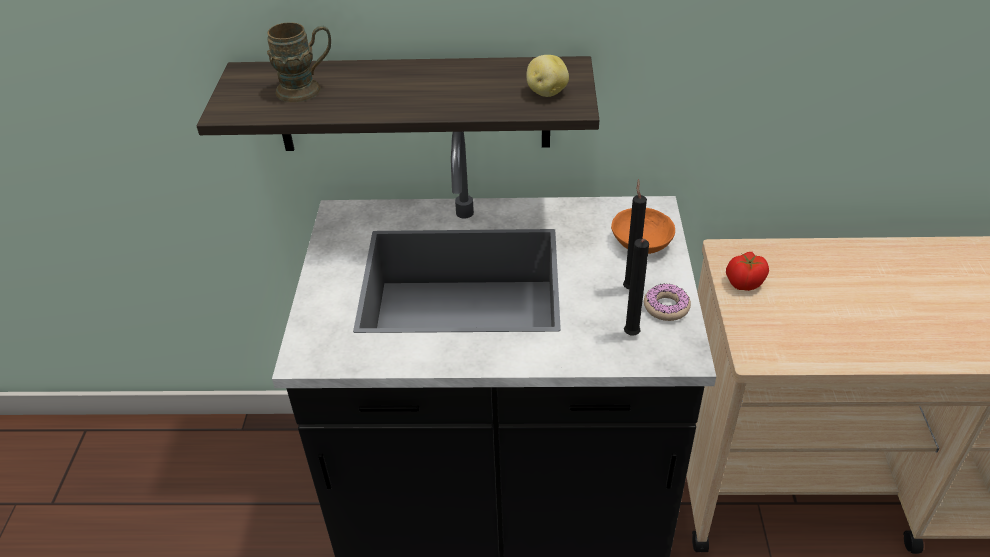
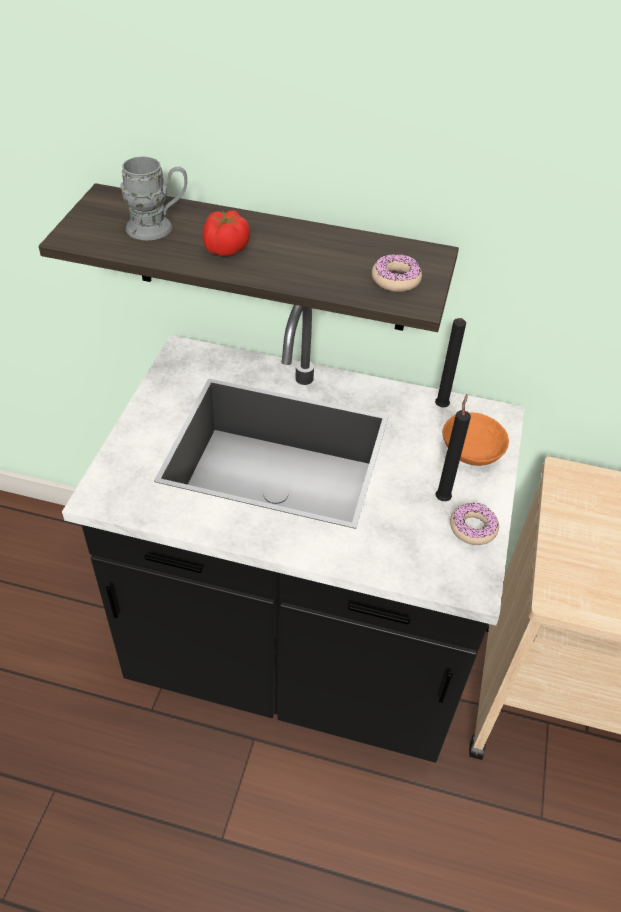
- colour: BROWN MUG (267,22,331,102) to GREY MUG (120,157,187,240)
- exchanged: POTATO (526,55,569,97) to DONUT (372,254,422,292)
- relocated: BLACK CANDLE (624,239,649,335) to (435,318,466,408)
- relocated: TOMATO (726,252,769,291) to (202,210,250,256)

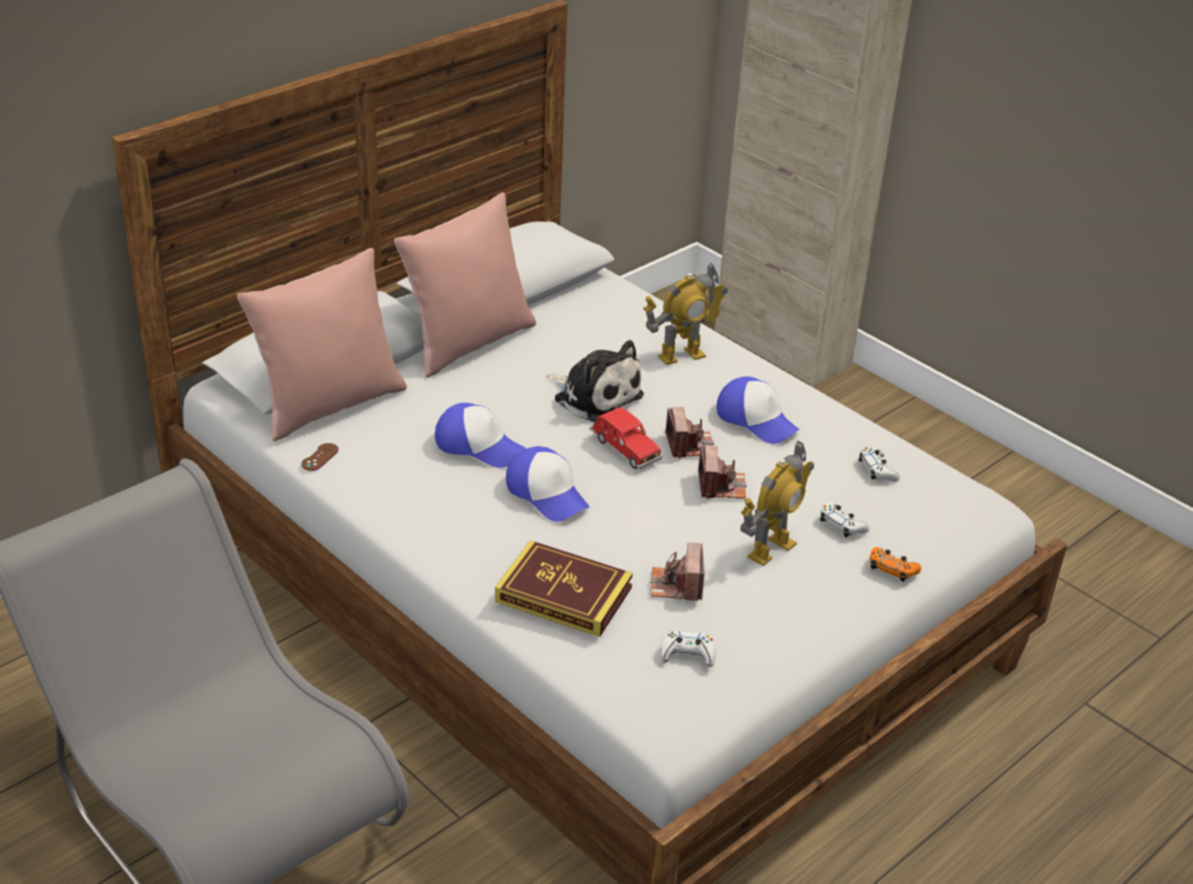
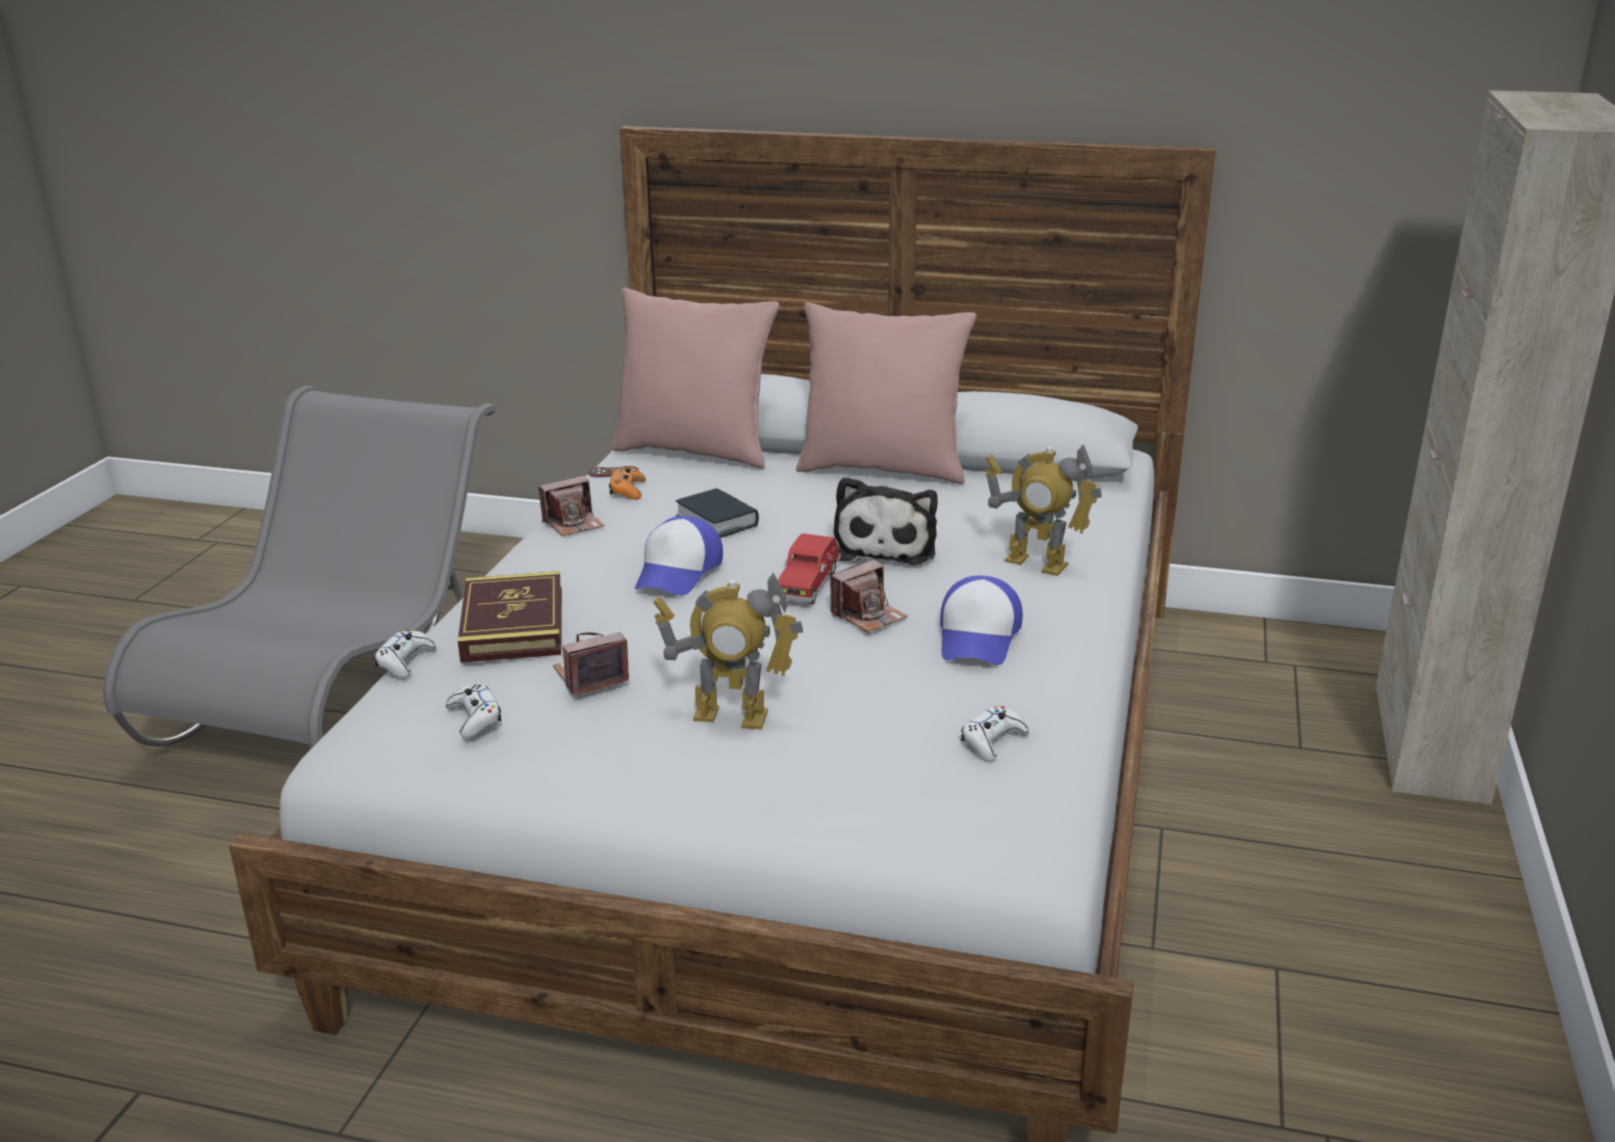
- exchanged: CAP (435,403,526,468) to BOOK (676,488,759,538)
- relocated: PHOTO CAMERA (698,445,747,499) to (538,475,604,536)
- relocated: WHITE GAME CONTROLLER (820,502,869,537) to (374,629,436,678)
- relocated: ORANGE GAME CONTROLLER (870,547,921,582) to (609,467,646,500)

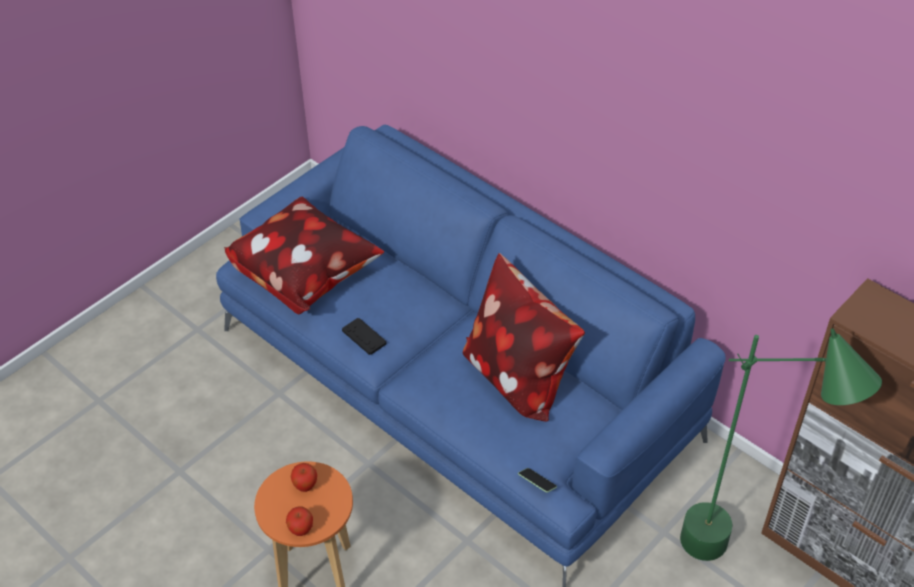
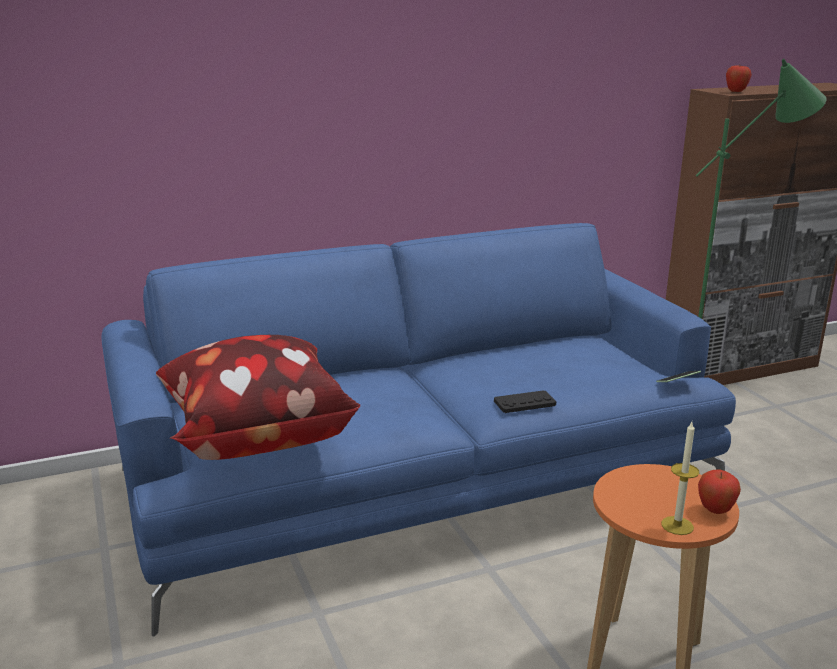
- relocated: APPLE (291,463,317,492) to (726,66,752,92)
- relocated: BLACK GAME CONTROLLER (342,318,386,355) to (494,390,556,413)
- missing: PILLOW (463,253,585,422)
- appeared: CANDLE (661,422,699,535)

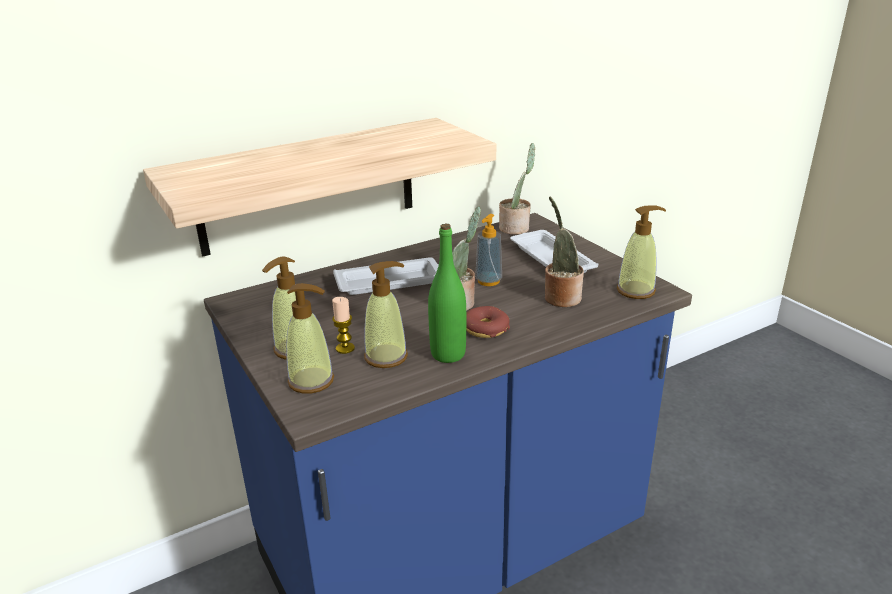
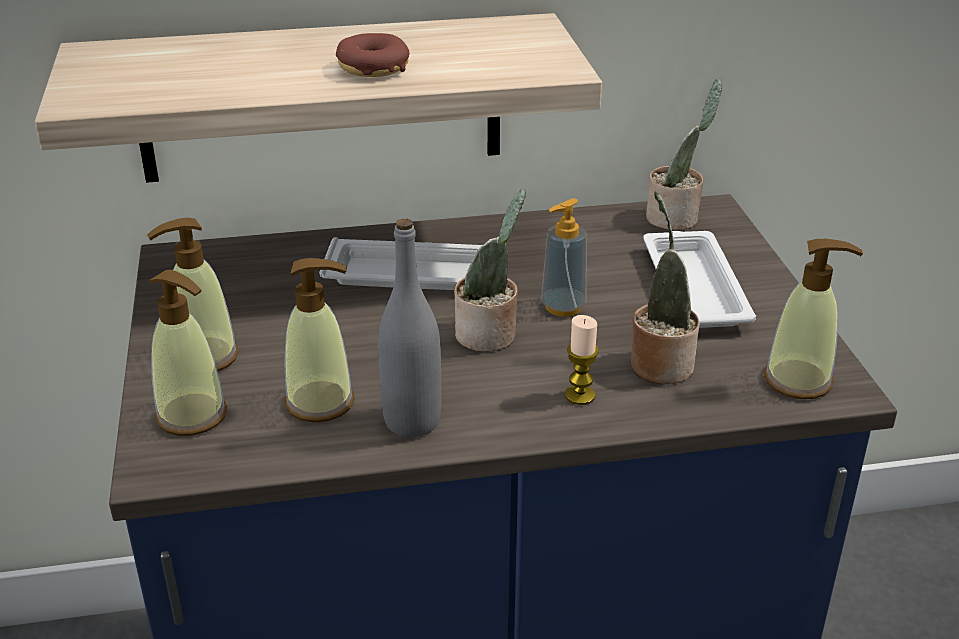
- relocated: CANDLE (332,297,355,354) to (565,315,599,405)
- colour: GREEN BOTTLE (428,223,466,363) to GREY BOTTLE (378,219,441,437)
- relocated: DONUT (466,306,510,338) to (336,33,410,77)

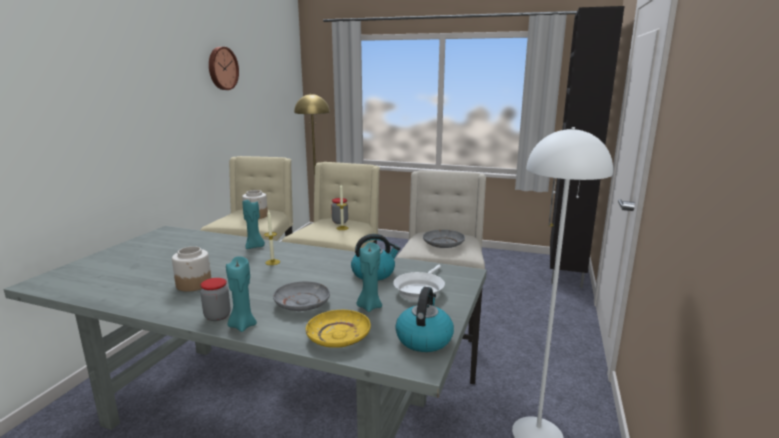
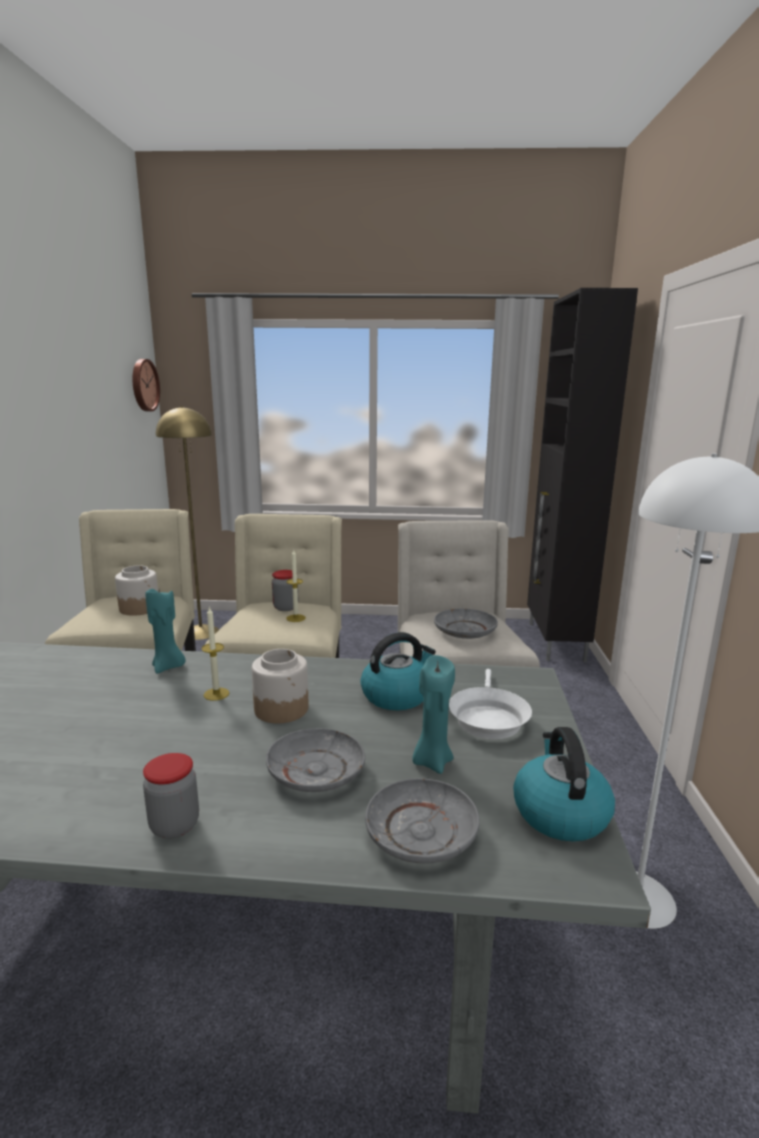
- relocated: JAR (172,246,211,291) to (252,649,309,723)
- relocated: WALL CLOCK (209,47,239,90) to (133,359,160,411)
- missing: TURQUOISE CANDLE (226,256,257,332)
- colour: YELLOW PLATE (306,310,371,348) to GREY PLATE (365,778,480,864)

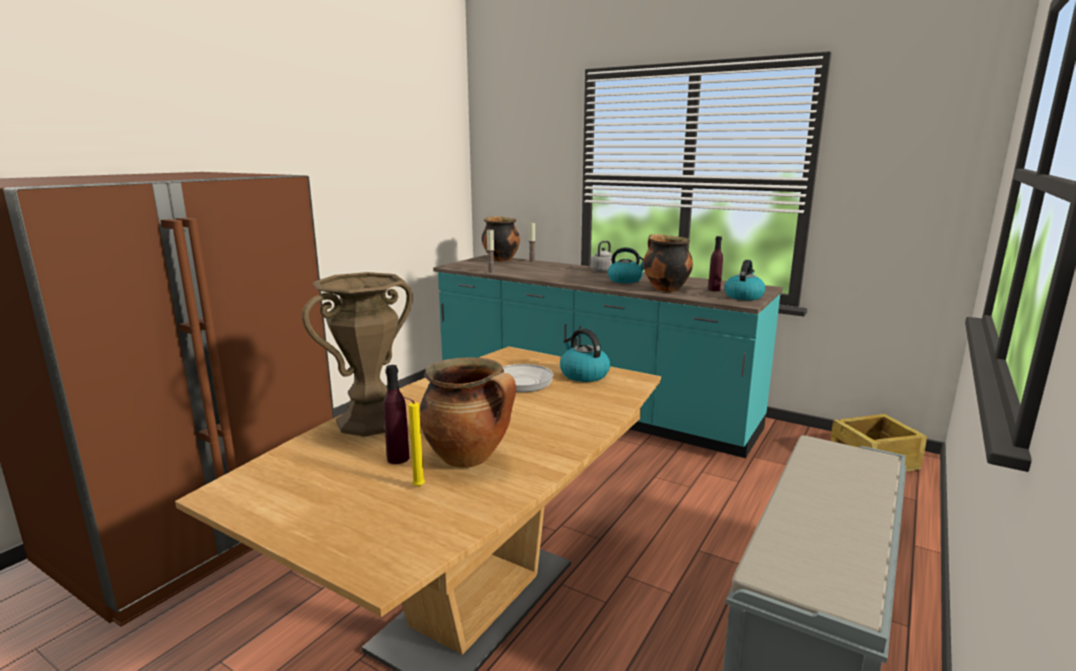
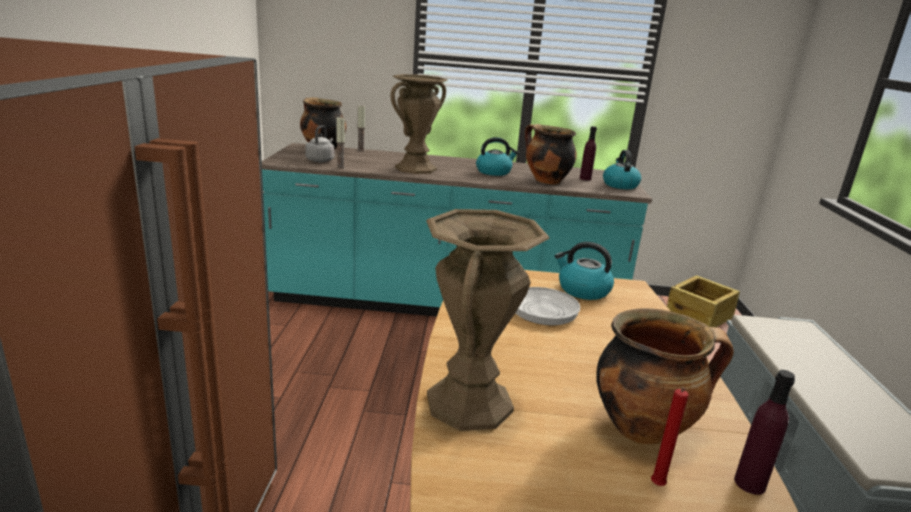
- relocated: PURPLE BOTTLE (383,365,409,464) to (734,370,795,495)
- colour: YELLOW CANDLE (403,397,425,487) to RED CANDLE (651,387,688,486)
- relocated: GREY KETTLE (590,241,612,273) to (305,125,334,162)
- appeared: BROWN VASE (390,74,448,174)

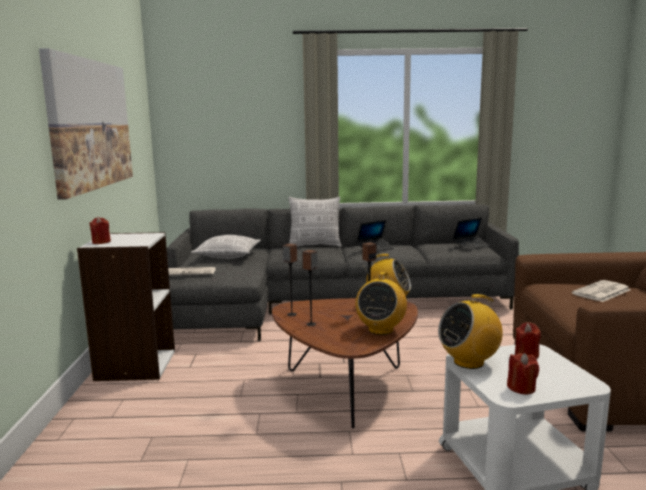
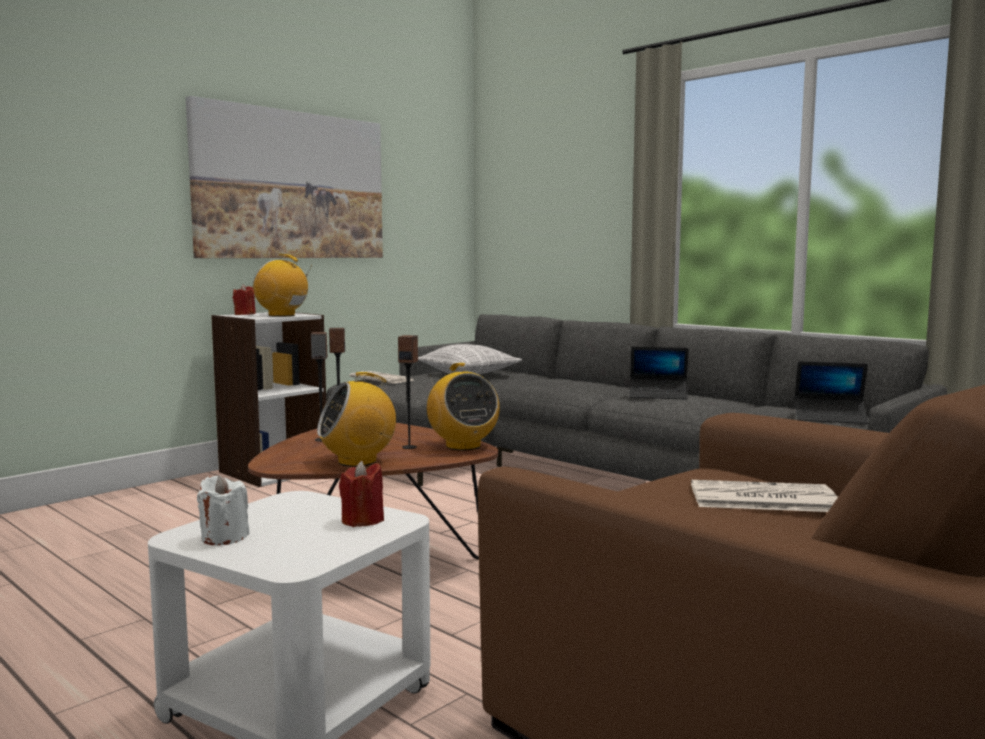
- missing: PILLOW (288,197,342,247)
- relocated: RADIO (438,294,503,369) to (253,254,313,317)
- colour: RED CANDLE (507,353,539,394) to WHITE CANDLE (197,475,249,545)

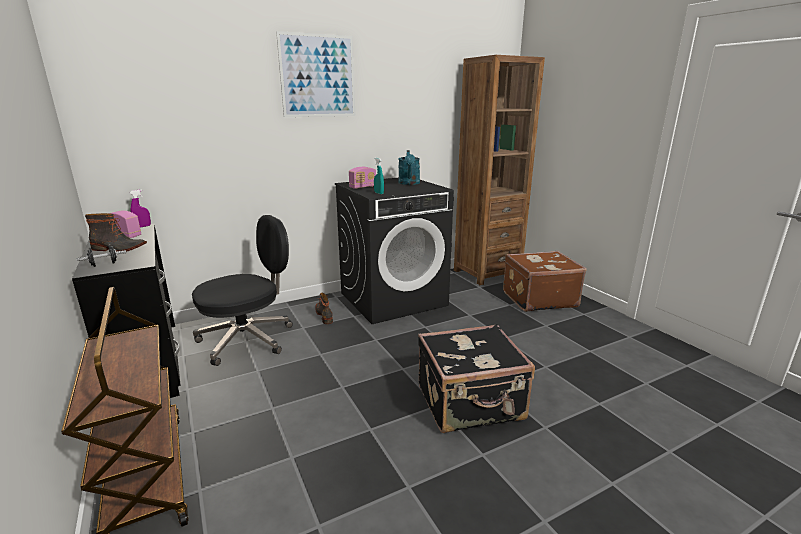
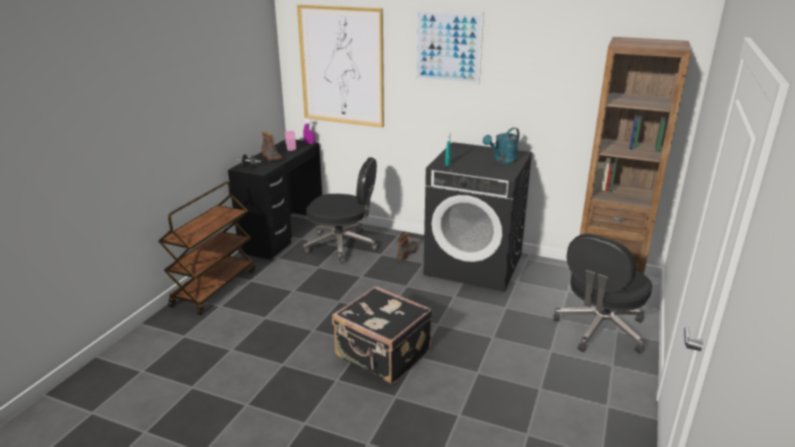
- missing: RADIO (349,167,376,189)
- exchanged: BROWN SUITCASE (503,251,587,312) to BLACK OFFICE CHAIR (553,234,652,354)
- appeared: PICTURE (297,5,384,128)

